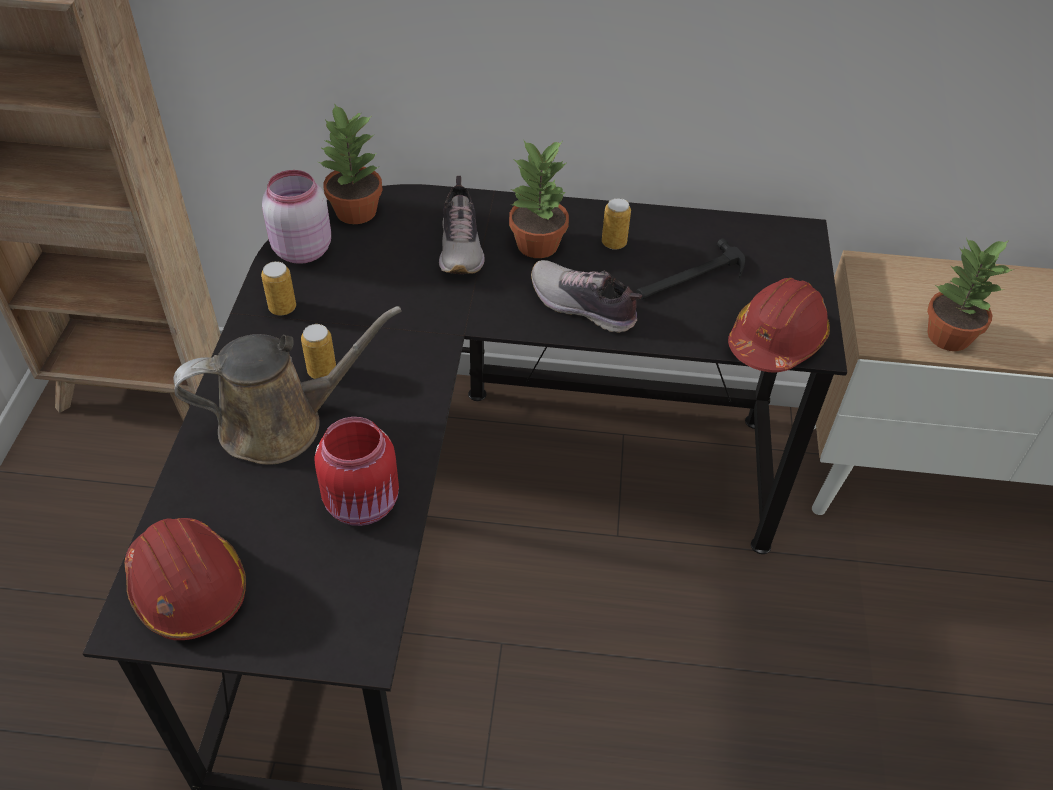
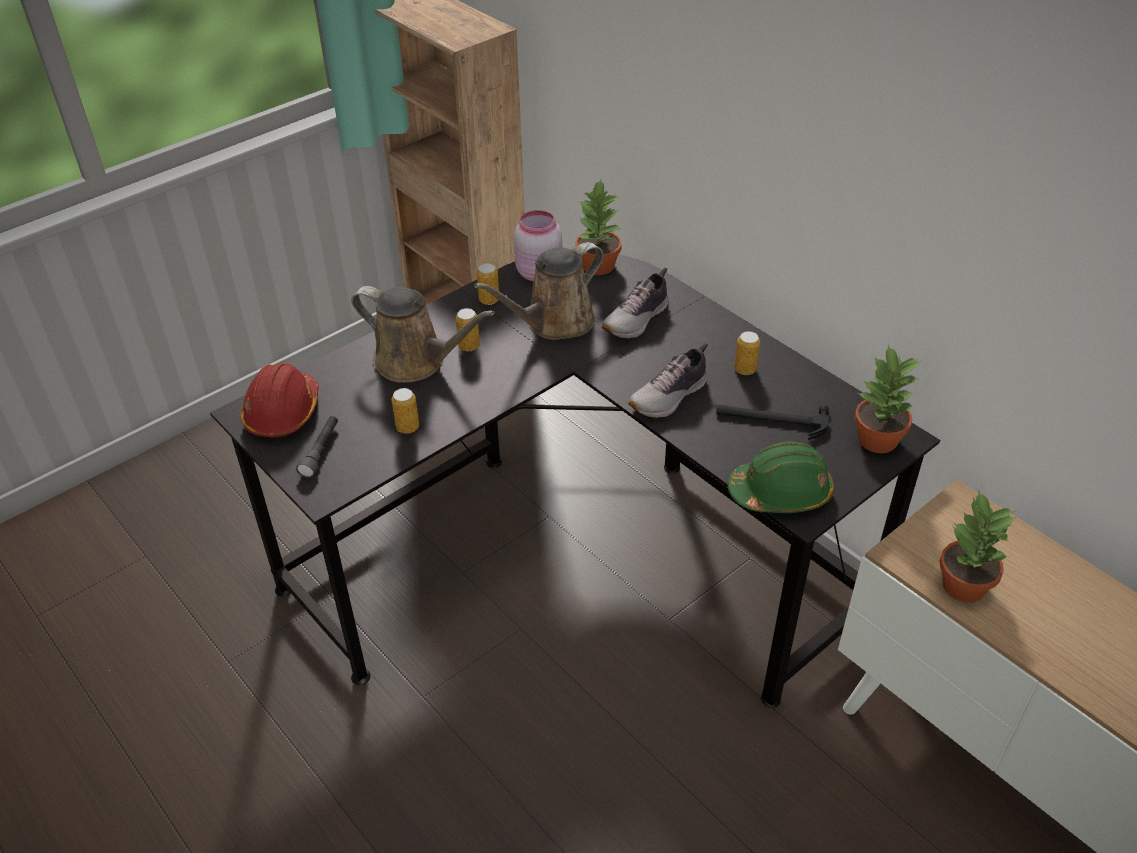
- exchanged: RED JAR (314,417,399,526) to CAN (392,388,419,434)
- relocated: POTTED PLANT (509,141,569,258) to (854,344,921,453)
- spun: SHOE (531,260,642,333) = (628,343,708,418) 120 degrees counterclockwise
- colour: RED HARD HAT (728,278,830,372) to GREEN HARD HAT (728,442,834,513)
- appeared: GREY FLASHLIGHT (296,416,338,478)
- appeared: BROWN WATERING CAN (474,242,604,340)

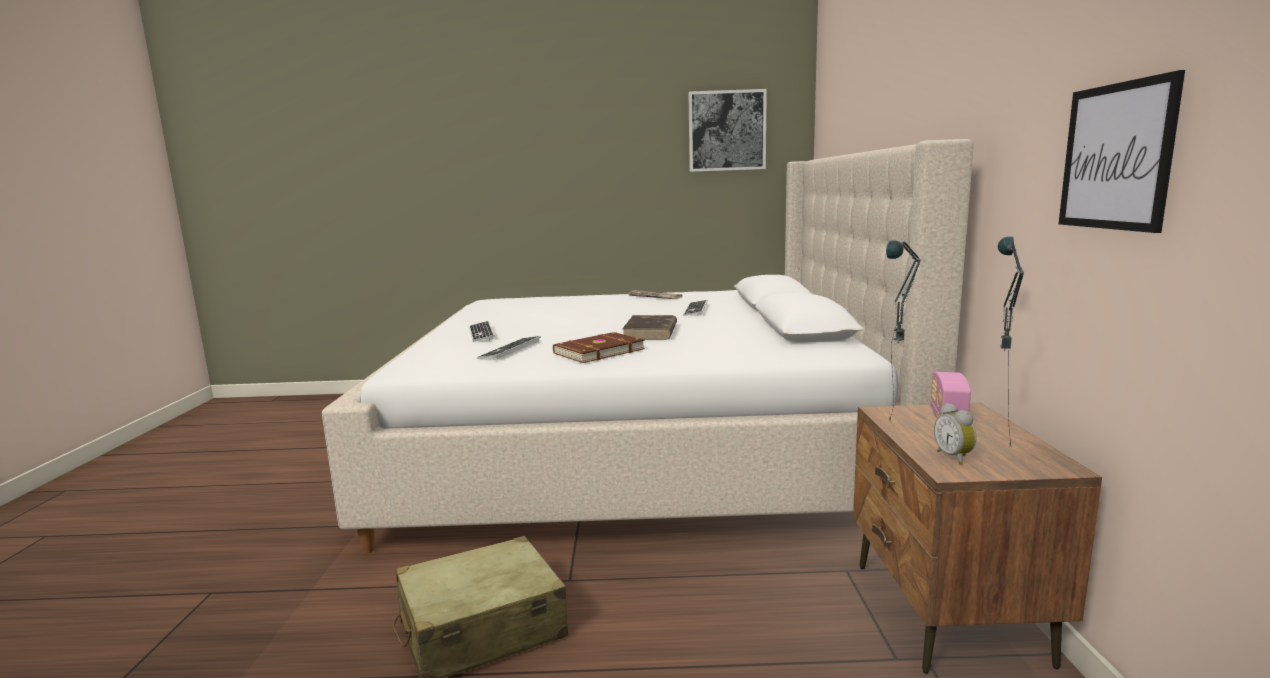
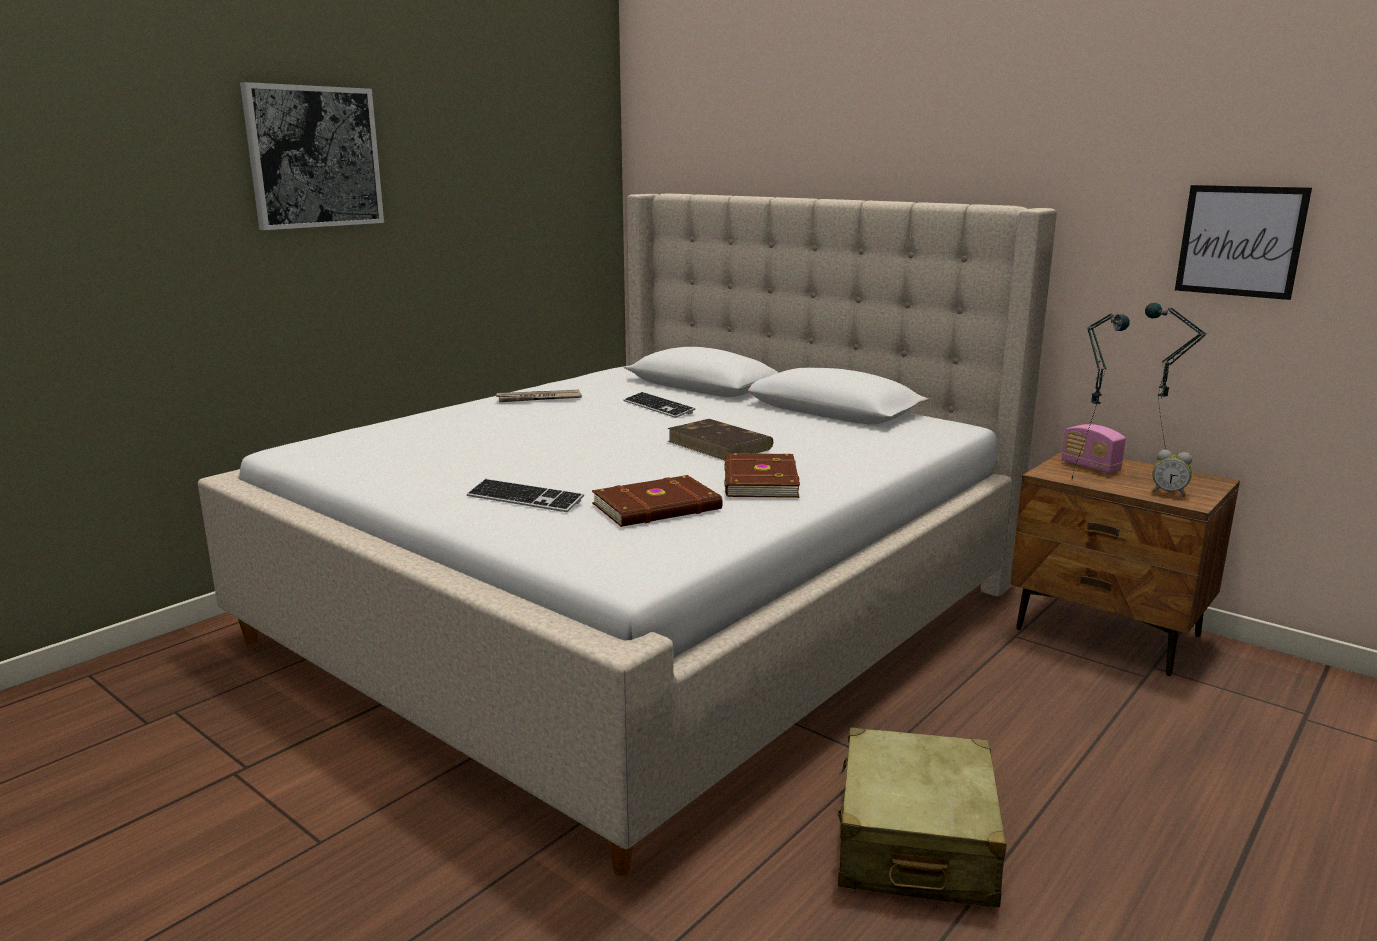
- exchanged: KEYBOARD (477,336,541,360) to BROWN BOOK (592,475,723,527)
- relocated: PICTURE (688,89,767,172) to (240,82,384,230)

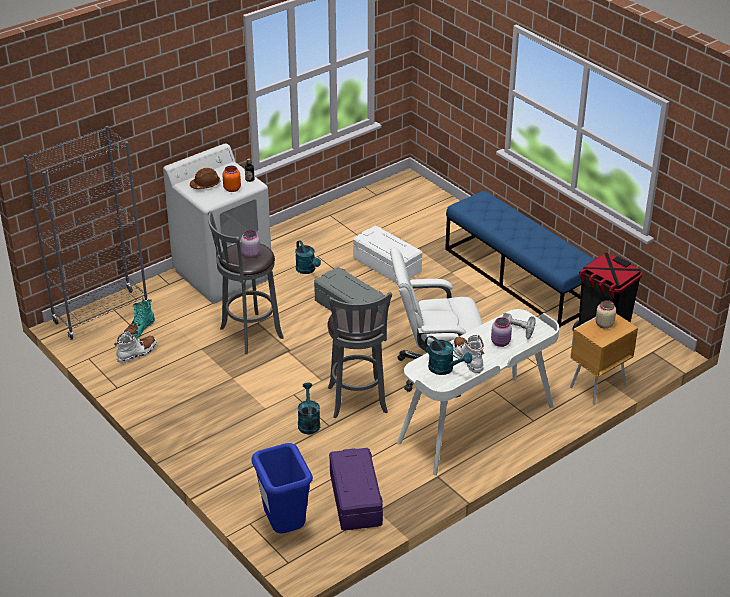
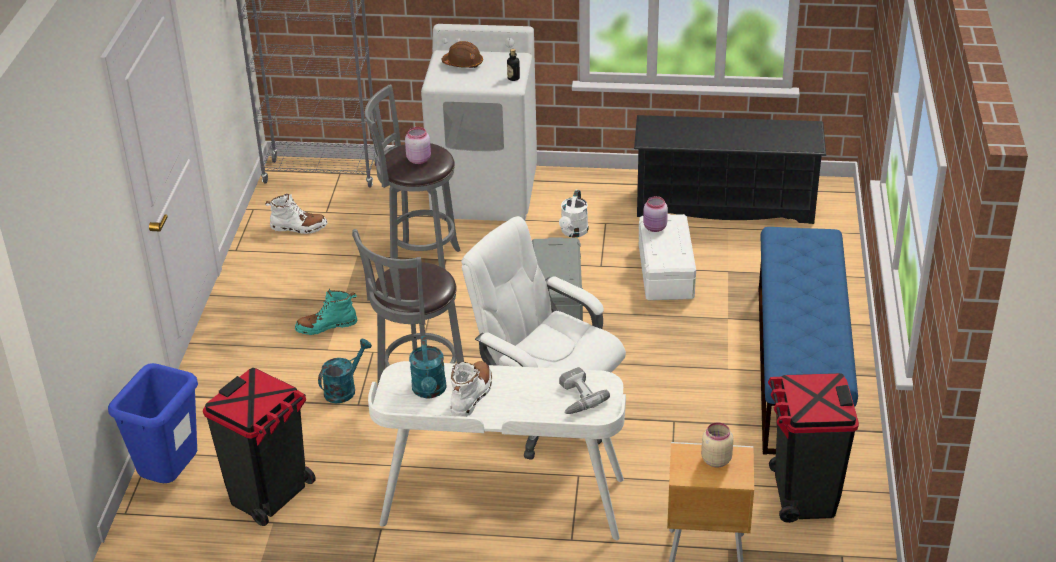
- relocated: TURQUOISE BOOT (125,299,155,339) to (295,289,357,335)
- missing: ORANGE JAR (223,166,241,192)
- colour: TURQUOISE WATERING CAN (295,240,321,274) to WHITE WATERING CAN (559,190,589,237)
- exchanged: PURPLE STORAGE BOX (329,448,383,531) to BLACK TRASH CAN (203,368,316,526)
- relocated: PINK JAR (491,317,512,347) to (643,196,668,232)
- appeared: BLACK SHOE RACK (634,115,826,224)

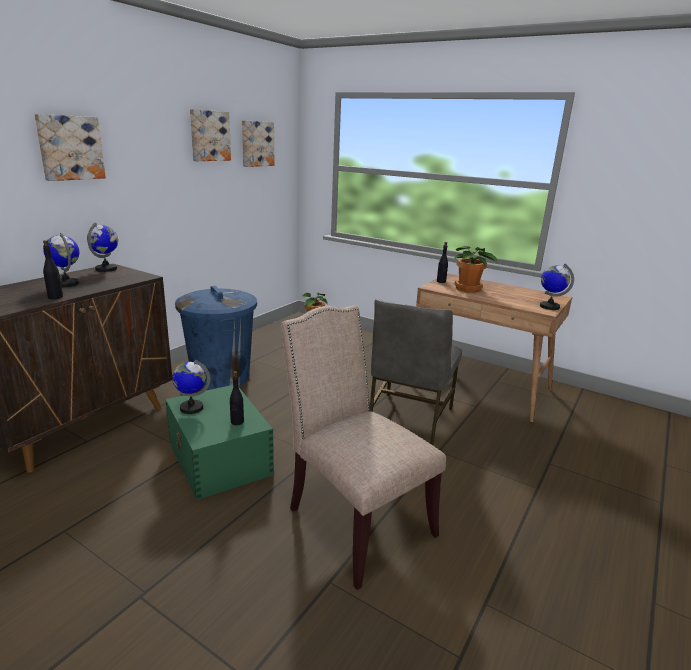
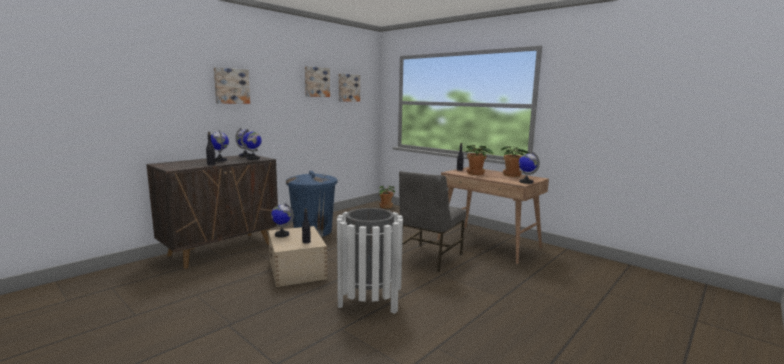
- colour: GREEN STORAGE BOX (165,385,274,500) to BEIGE STORAGE BOX (268,226,328,287)
- exchanged: BEIGE CHAIR (281,305,446,590) to WHITE TRASH CAN (337,208,403,314)
- appeared: GLOBE (241,129,262,160)
- appeared: POTTED PLANT (501,146,530,177)

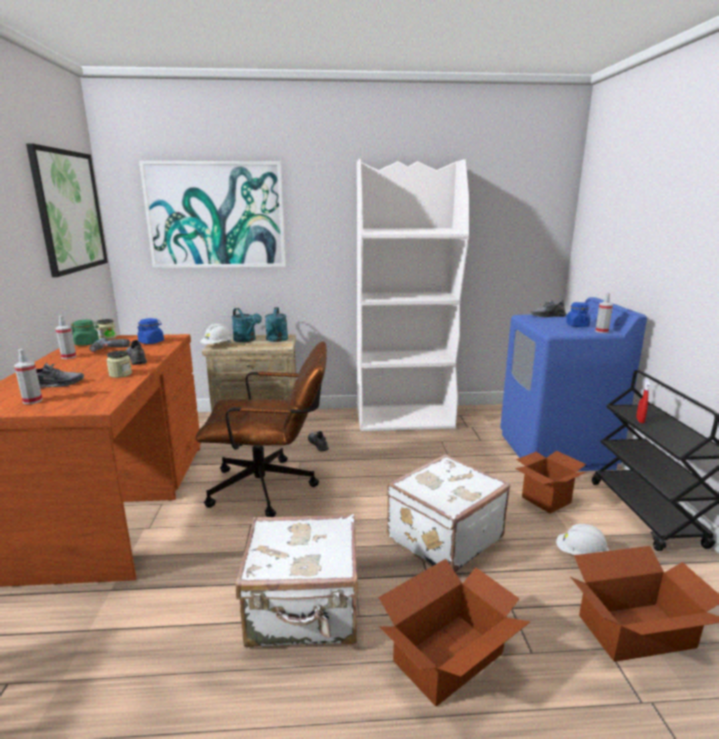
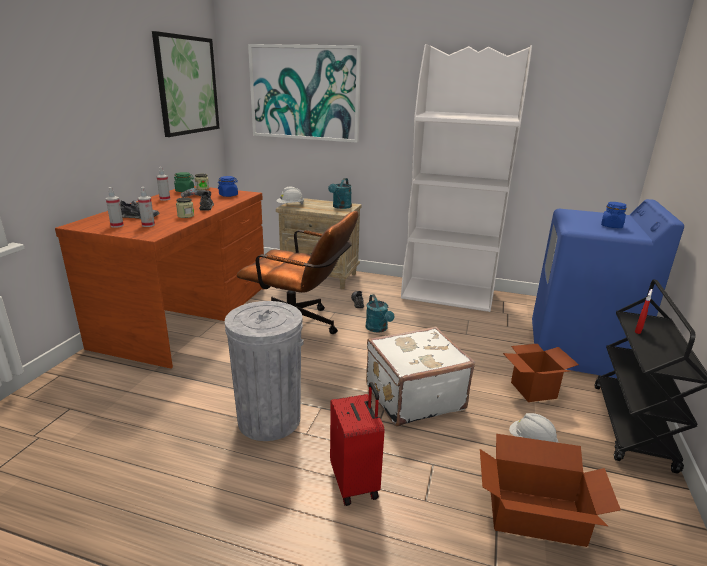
- relocated: TURQUOISE WATERING CAN (232,308,262,342) to (366,294,394,333)
- exchanged: WHITE SUITCASE (236,514,358,648) to GREY TRASH CAN (225,301,304,441)
- exchanged: CARDBOARD BOX (378,559,530,707) to RED SUITCASE (330,382,385,506)
- missing: GREY SHOE (530,300,566,317)
- relocated: SPRAY BOTTLE (595,293,613,333) to (138,187,155,227)

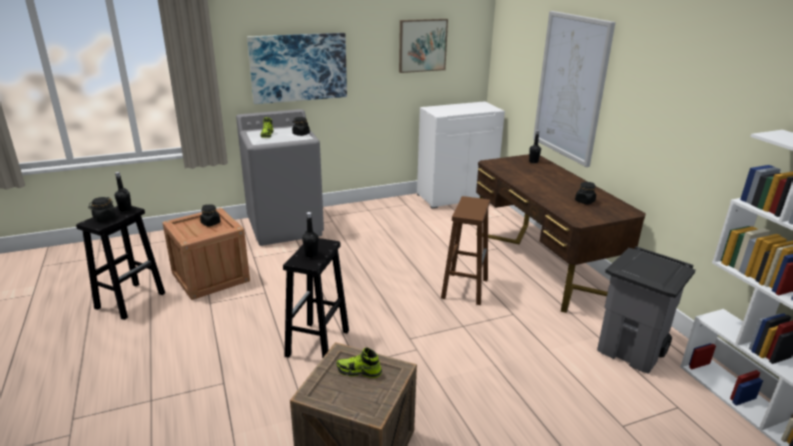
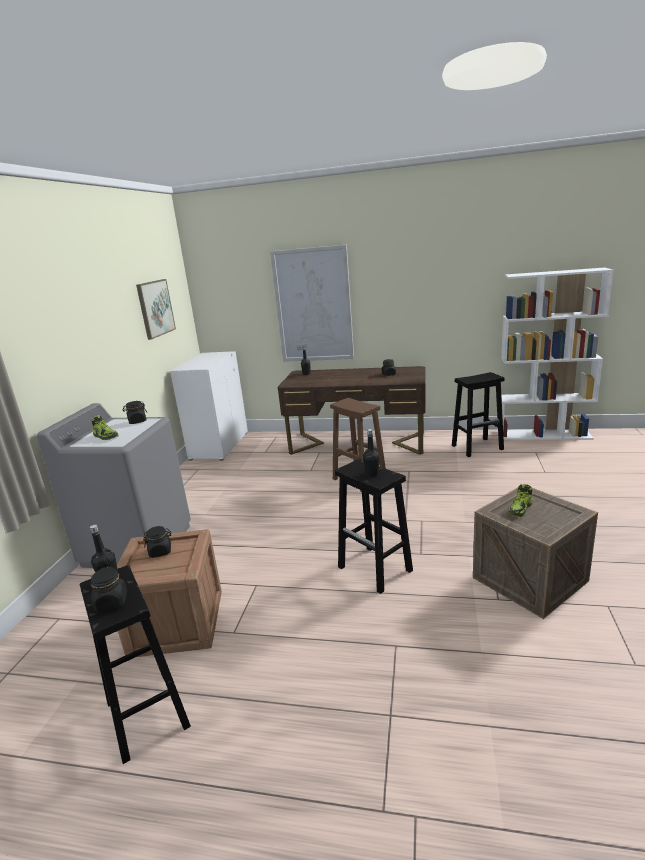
- missing: PICTURE (247,33,347,104)
- exchanged: GREY TRASH CAN (597,246,695,374) to BLACK STOOL (452,372,504,457)

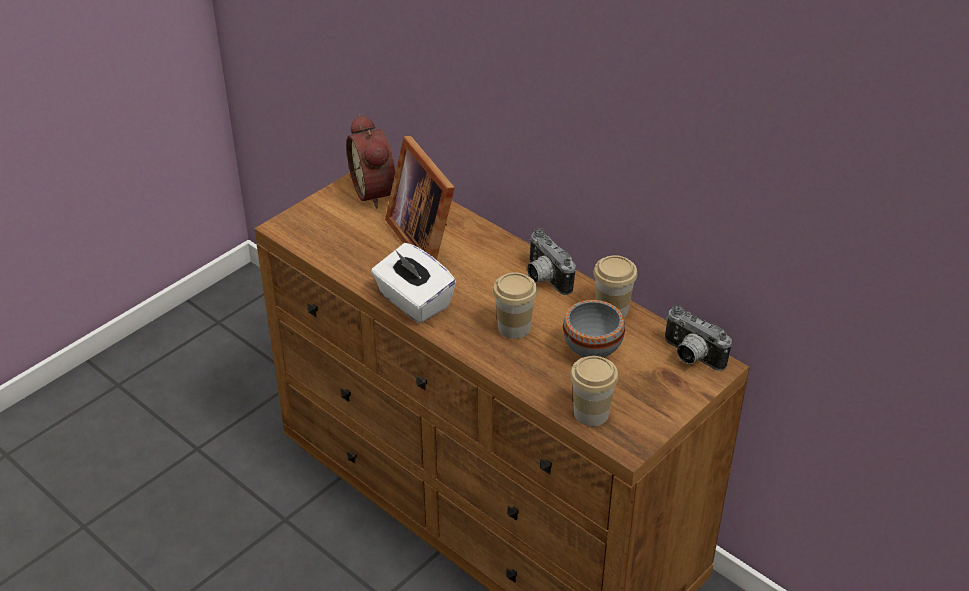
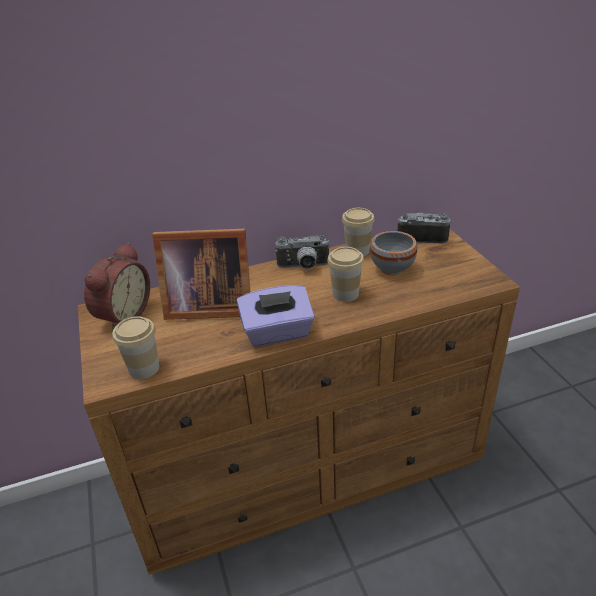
- spun: ALARM CLOCK (346,114,396,208) = (84,243,150,331) 75 degrees counterclockwise
- colour: WHITE TISSUE BOX (371,243,456,323) to PURPLE TISSUE BOX (237,285,315,347)
- relocated: CUP (570,356,618,426) to (112,316,159,379)
- spun: PHOTO CAMERA (665,305,732,371) = (397,213,451,243) 150 degrees counterclockwise

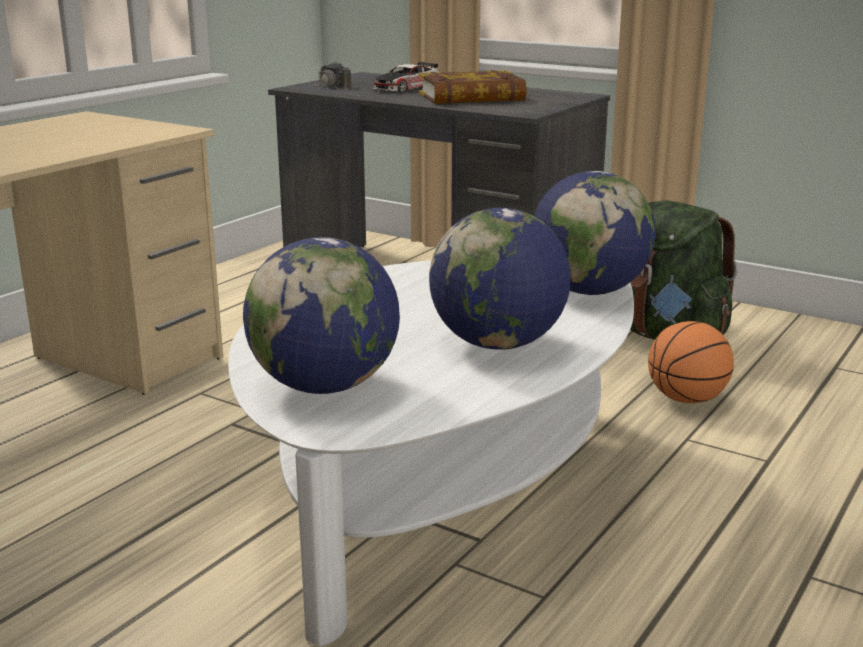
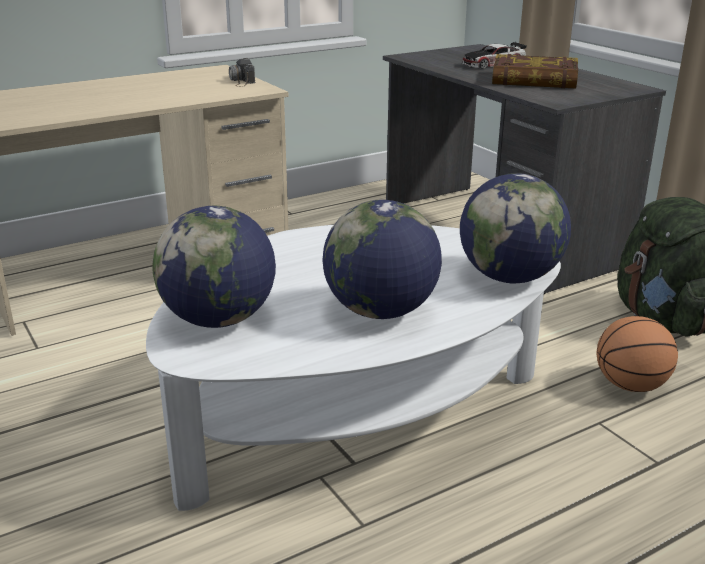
- relocated: PHOTO CAMERA (314,62,352,90) to (229,58,255,87)

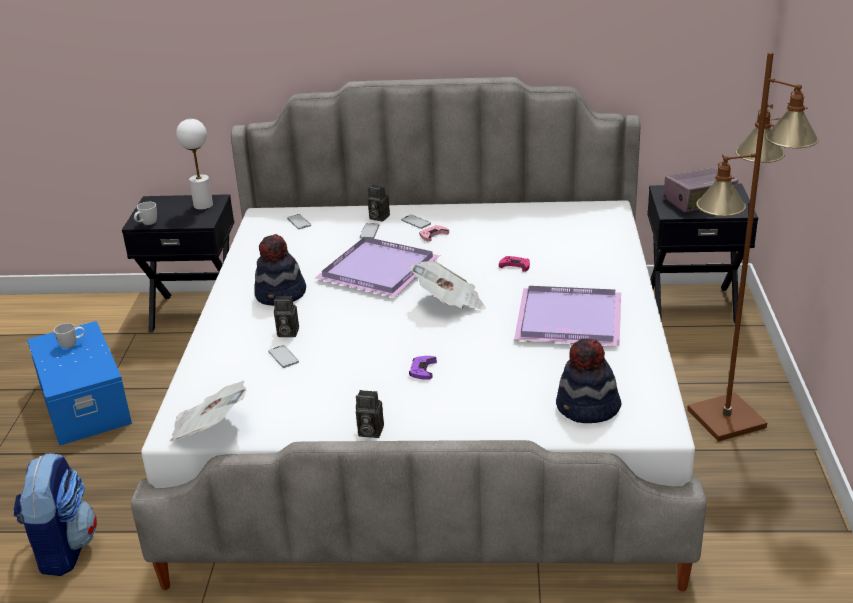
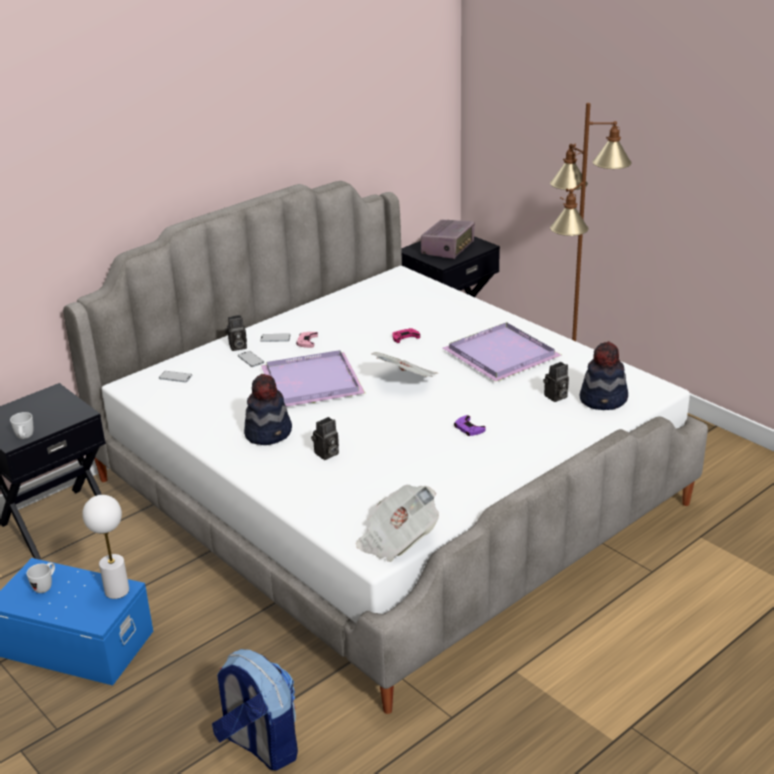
- relocated: WHITE TABLE LAMP (176,119,213,210) to (83,495,129,599)
- missing: PHONE (268,345,299,368)
- relocated: PHOTO CAMERA (356,390,384,438) to (543,362,569,402)

